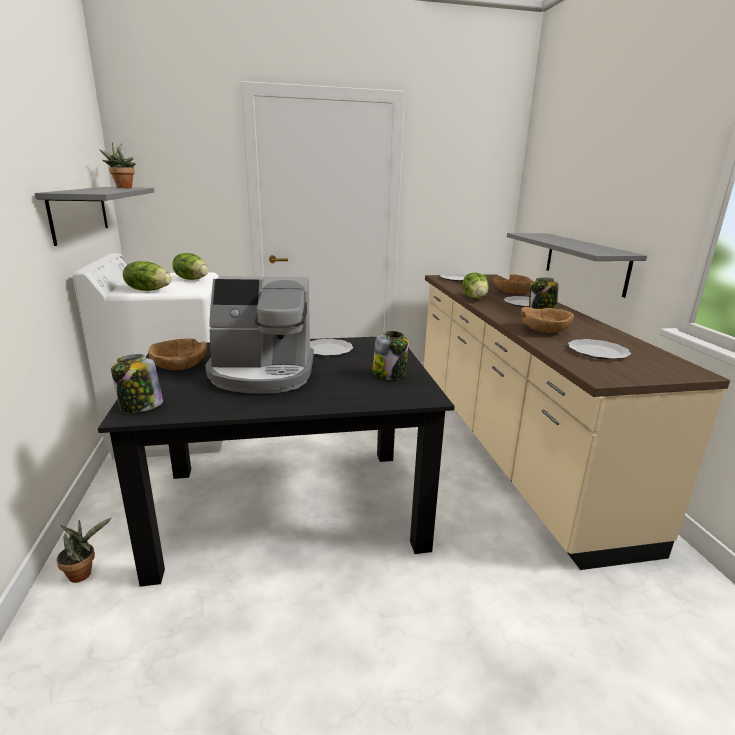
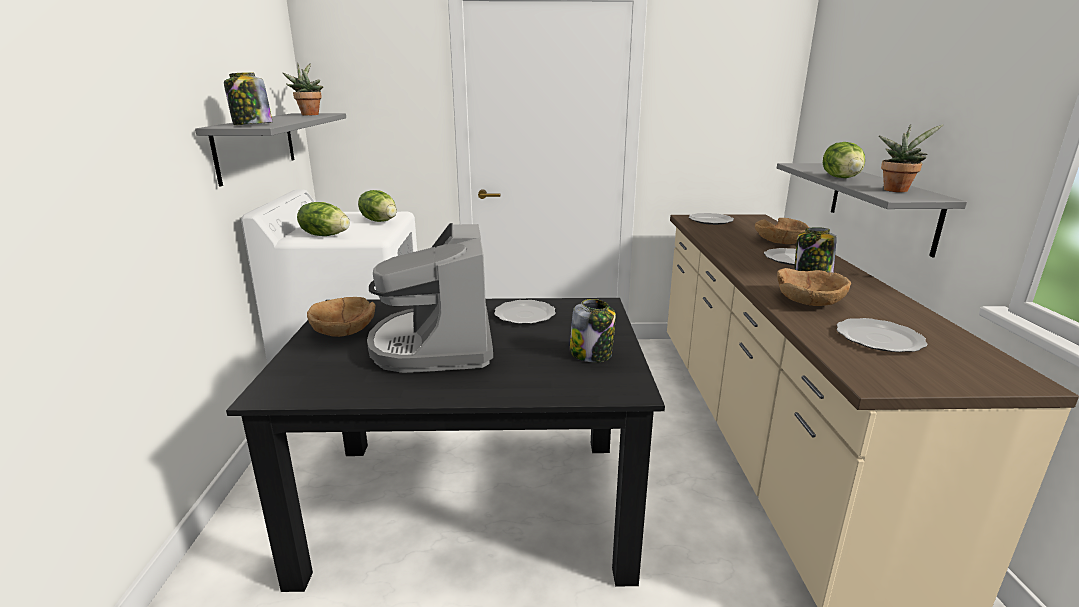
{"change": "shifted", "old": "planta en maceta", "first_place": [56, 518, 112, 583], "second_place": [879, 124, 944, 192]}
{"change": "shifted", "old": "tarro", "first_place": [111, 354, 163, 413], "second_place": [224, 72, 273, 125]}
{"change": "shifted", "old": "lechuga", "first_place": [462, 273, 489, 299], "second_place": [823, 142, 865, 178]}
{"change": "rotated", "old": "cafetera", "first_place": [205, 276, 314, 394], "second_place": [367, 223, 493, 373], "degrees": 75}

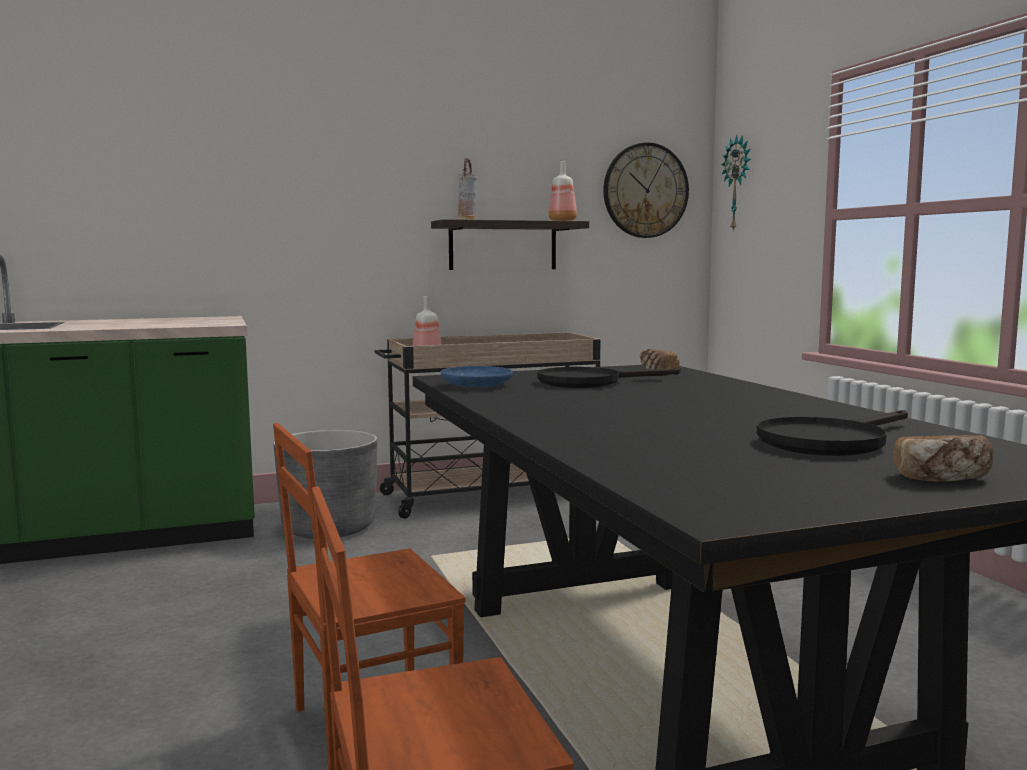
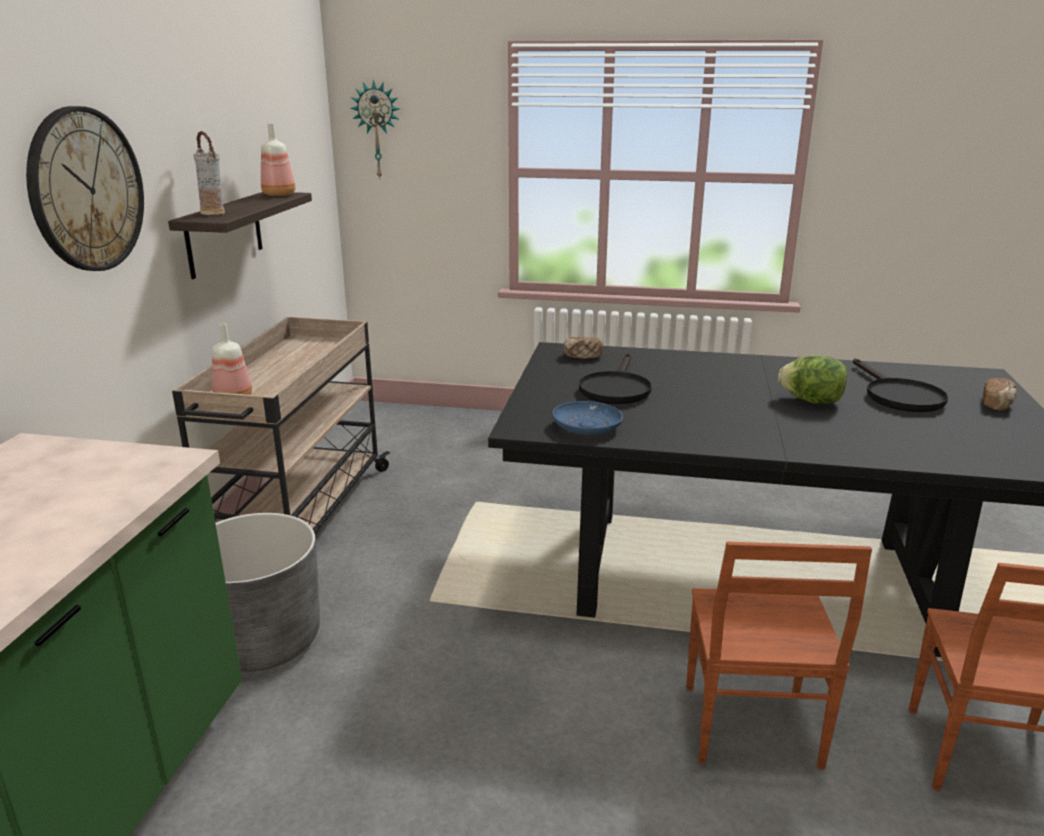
{"change": "new", "new": "lechuga", "second_place": [778, 355, 847, 404]}
{"change": "shifted", "old": "reloj de pared", "first_place": [604, 142, 689, 238], "second_place": [26, 106, 144, 271]}

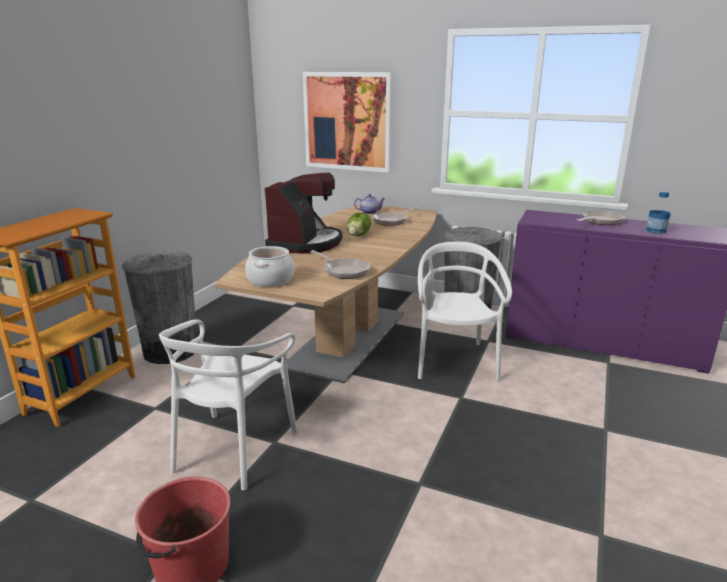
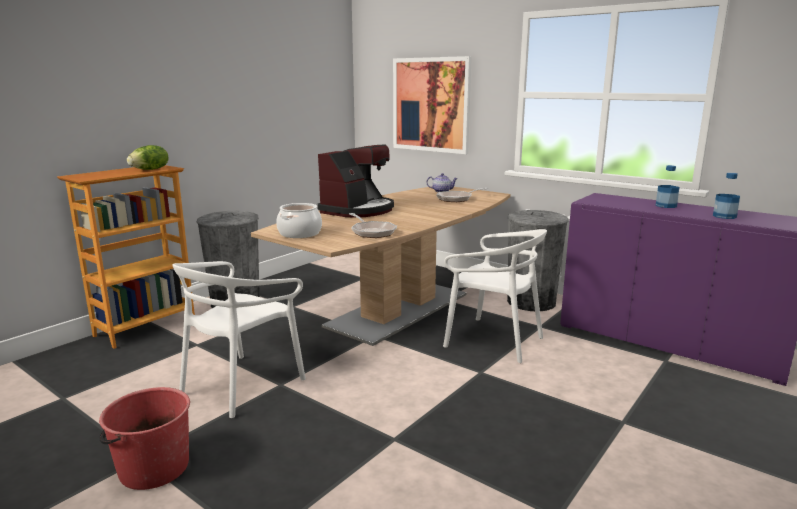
{"change": "shifted", "old": "lechuga", "first_place": [347, 213, 371, 236], "second_place": [127, 145, 168, 170]}
{"change": "swapped", "old": "sartén", "new": "botella", "first_place": [576, 210, 625, 225], "second_place": [656, 165, 679, 208]}
{"change": "rotated", "old": "silla (blanco)", "first_place": [418, 242, 512, 381], "second_place": [443, 229, 547, 363], "degrees": 105}

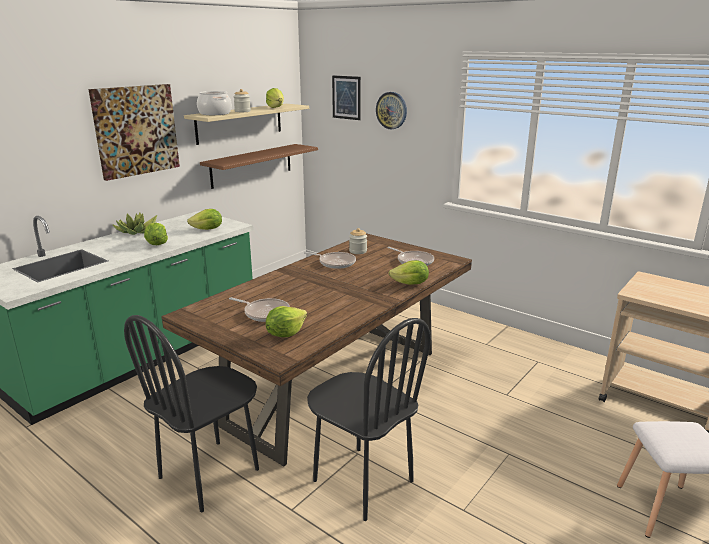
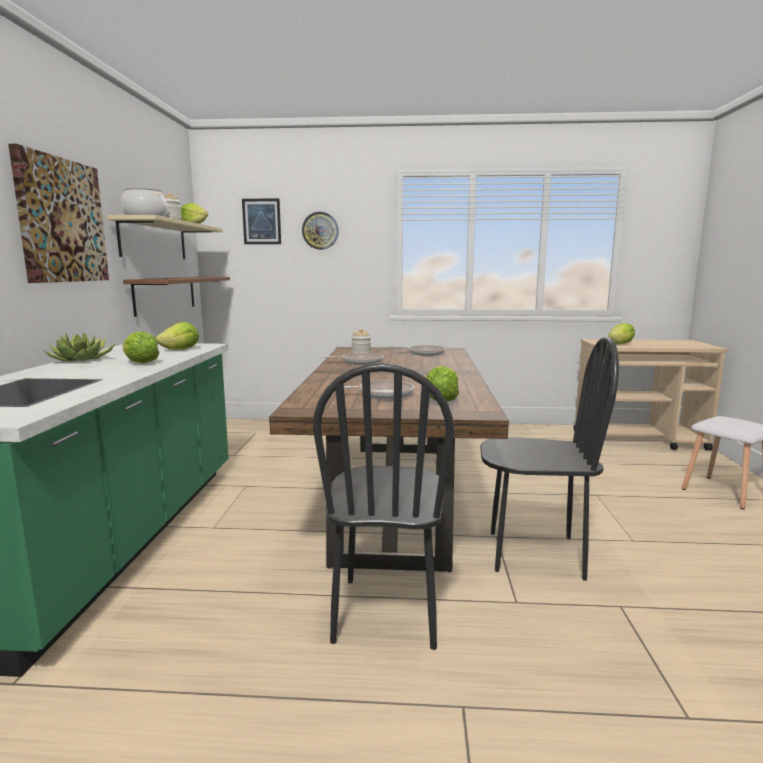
{"change": "shifted", "old": "lechuga", "first_place": [389, 260, 429, 285], "second_place": [608, 323, 635, 344]}

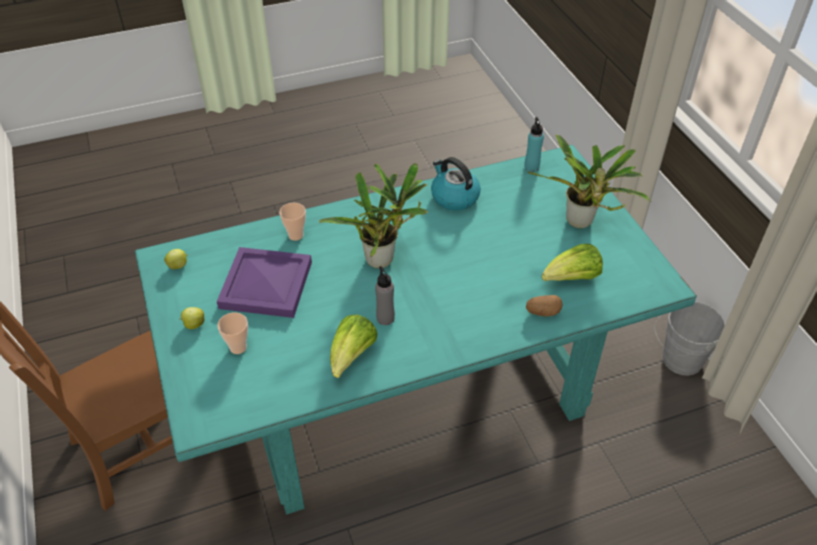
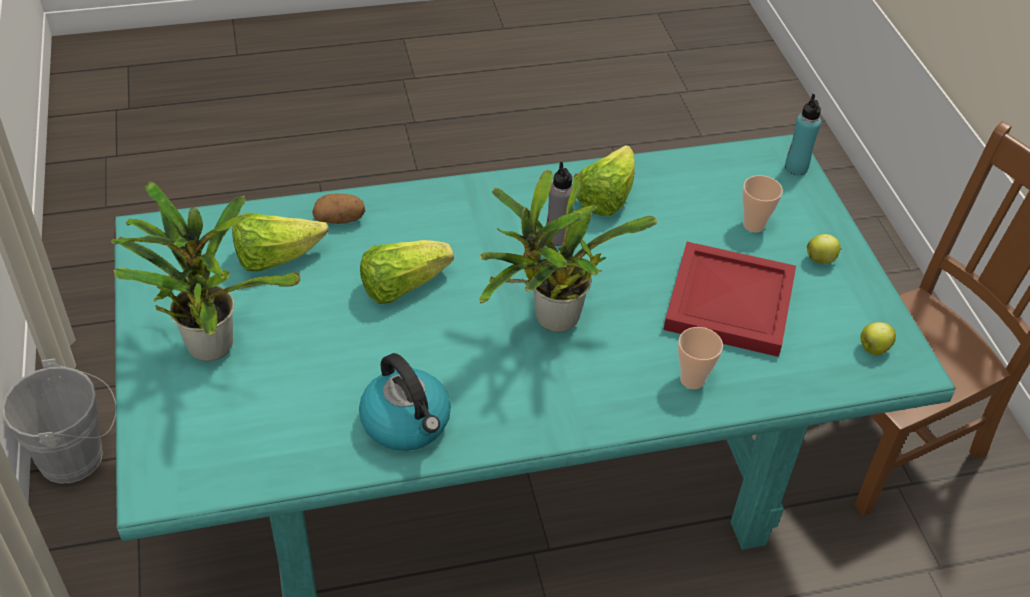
{"change": "new", "new": "lechuga", "second_place": [360, 240, 454, 304]}
{"change": "shifted", "old": "botella (turquesa)", "first_place": [524, 117, 544, 172], "second_place": [785, 94, 821, 175]}
{"change": "repainted", "old": "bandeja (morado)", "new": "bandeja (rojo)", "first_place": [217, 247, 312, 318], "second_place": [663, 242, 796, 357]}

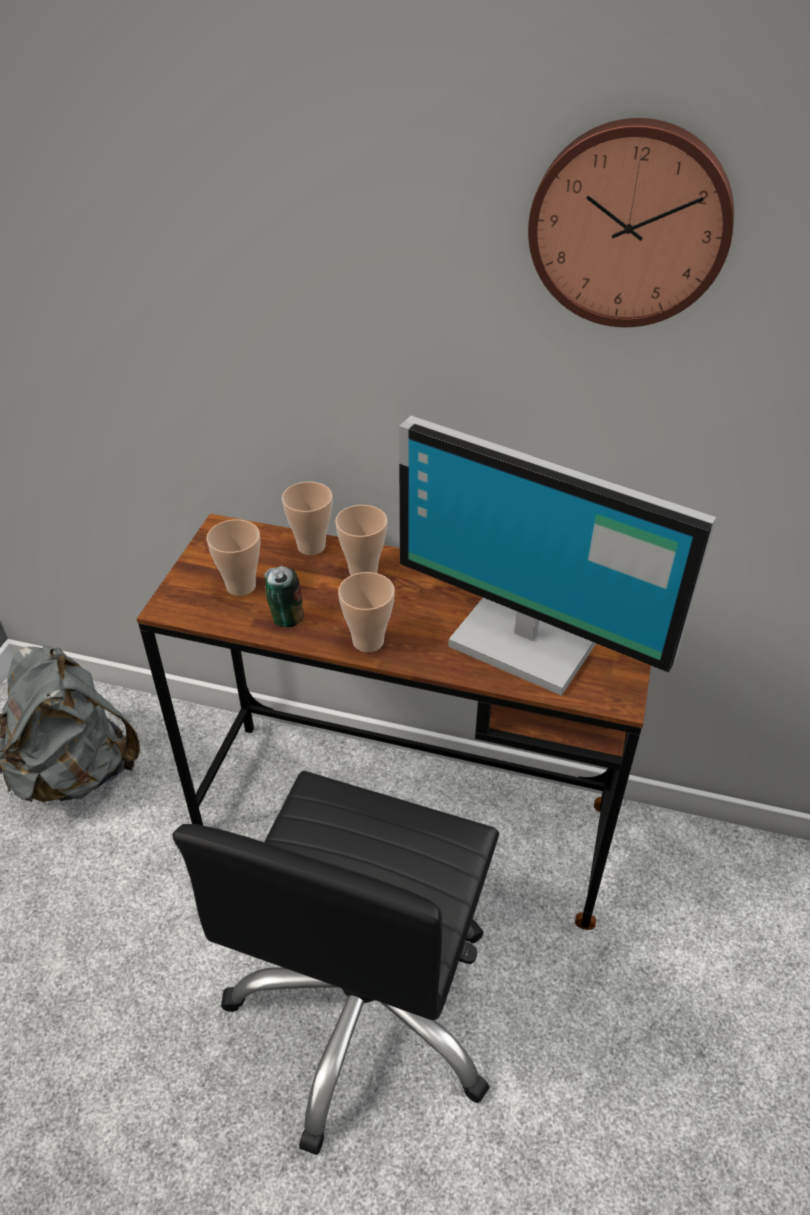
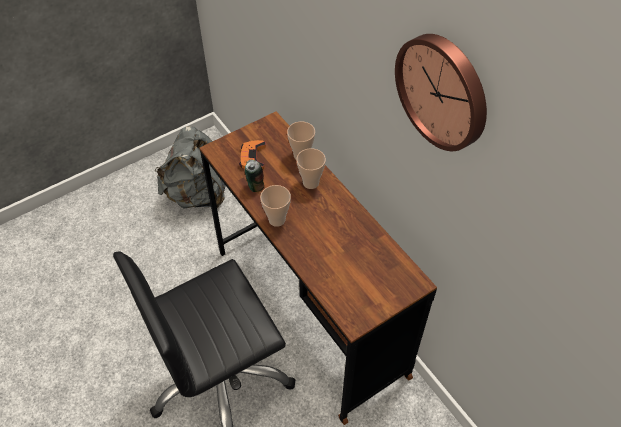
{"change": "gone", "old": "monitor", "first_place": [399, 416, 717, 696]}
{"change": "swapped", "old": "taza", "new": "mando de consola (naranja)", "first_place": [206, 519, 260, 596], "second_place": [239, 140, 266, 170]}

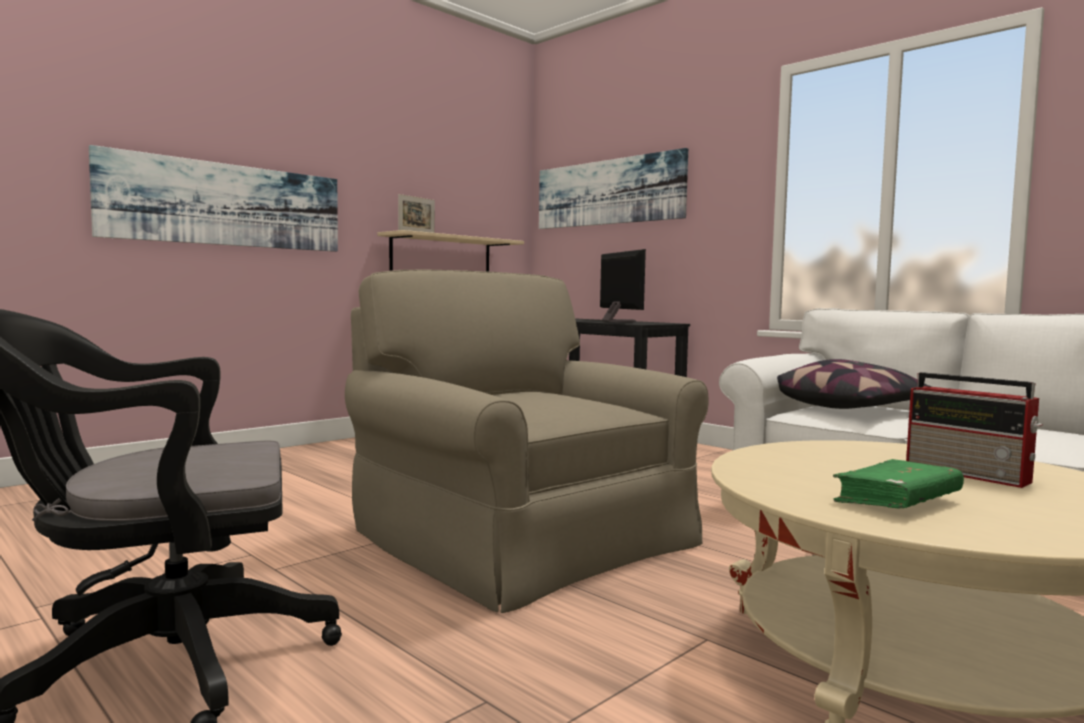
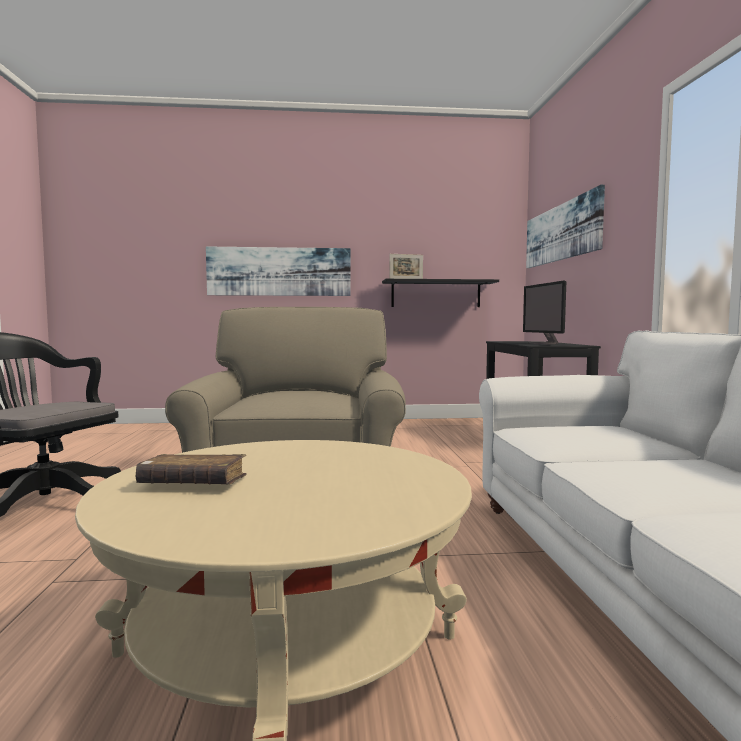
{"change": "gone", "old": "cojín", "first_place": [777, 359, 932, 409]}
{"change": "gone", "old": "radio", "first_place": [906, 372, 1043, 488]}
{"change": "repainted", "old": "estante (beis)", "new": "estante (negro)", "first_place": [377, 230, 524, 272], "second_place": [382, 279, 499, 307]}
{"change": "repainted", "old": "libro (verde)", "new": "libro (marrón)", "first_place": [833, 459, 964, 508], "second_place": [136, 454, 247, 484]}
{"change": "rotated", "old": "monitor", "first_place": [600, 249, 646, 322], "second_place": [523, 280, 566, 344], "degrees": 150}

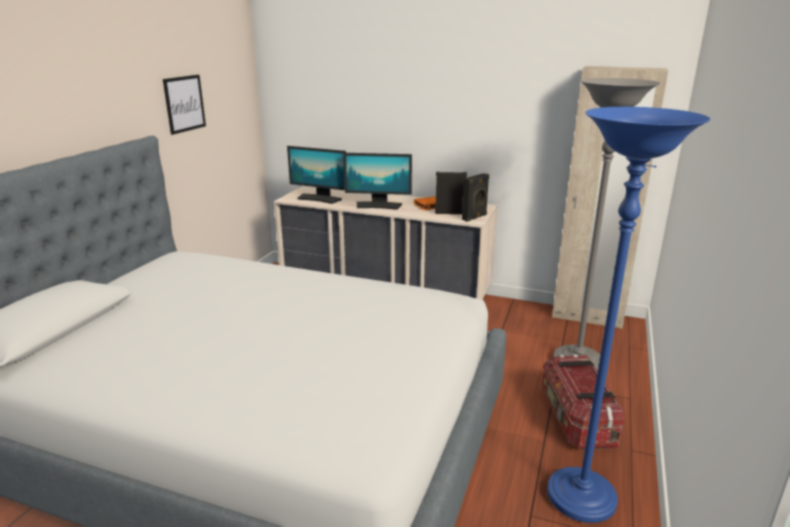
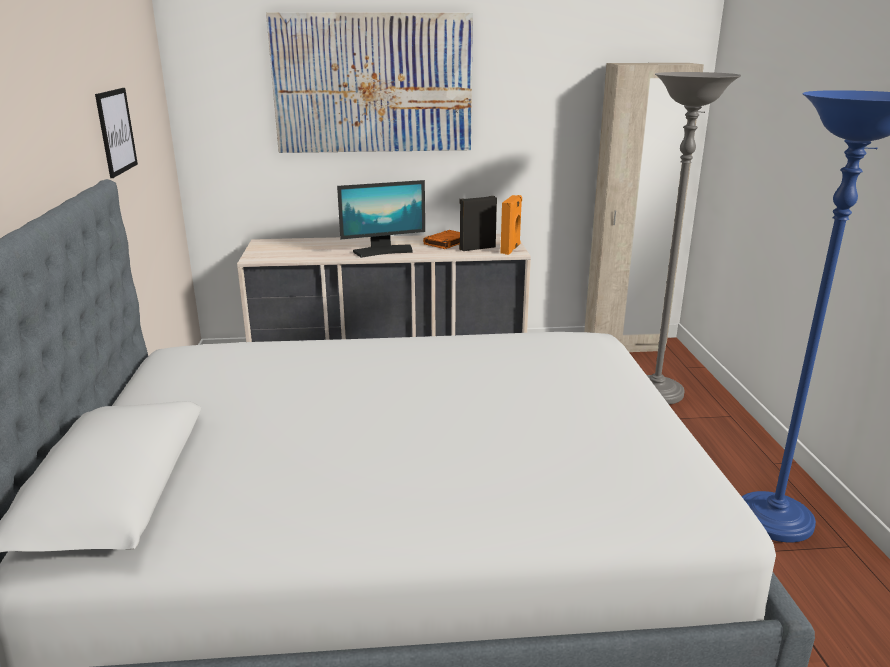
{"change": "gone", "old": "monitor", "first_place": [287, 146, 346, 204]}
{"change": "gone", "old": "caja de almacenaje", "first_place": [542, 354, 624, 450]}
{"change": "new", "new": "cuadro", "second_place": [266, 12, 473, 153]}
{"change": "repainted", "old": "altavoz (negro)", "new": "altavoz (naranja)", "first_place": [462, 173, 489, 222], "second_place": [500, 195, 522, 255]}

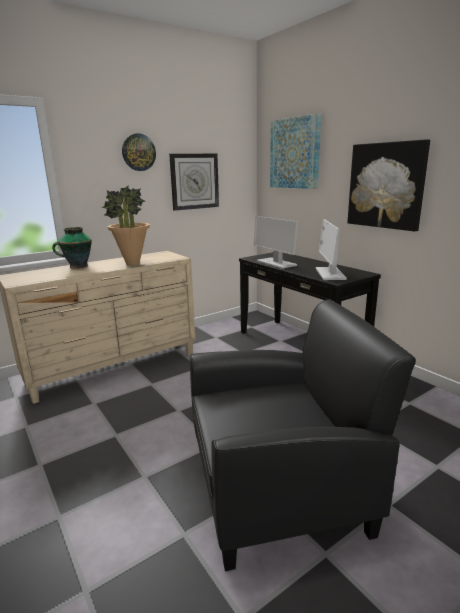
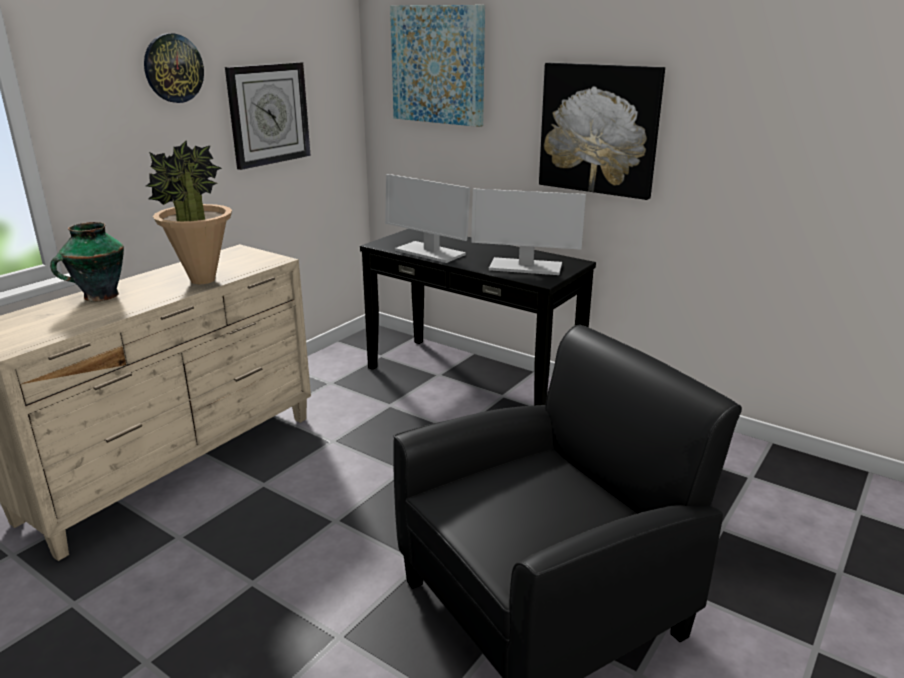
{"change": "rotated", "old": "monitor", "first_place": [316, 219, 347, 280], "second_place": [471, 189, 586, 275], "degrees": -60}

